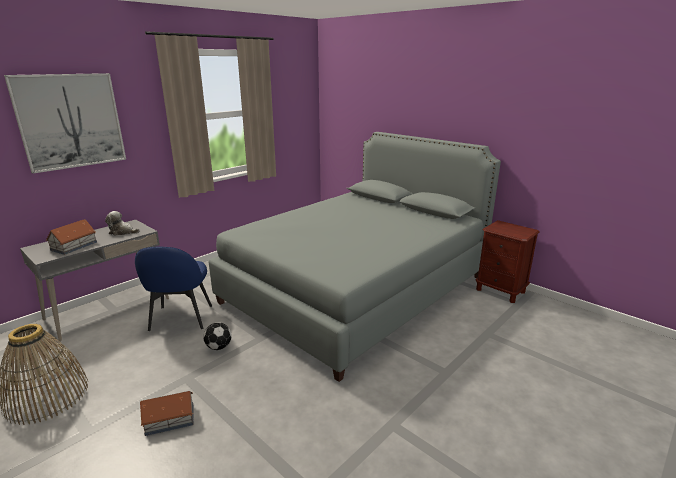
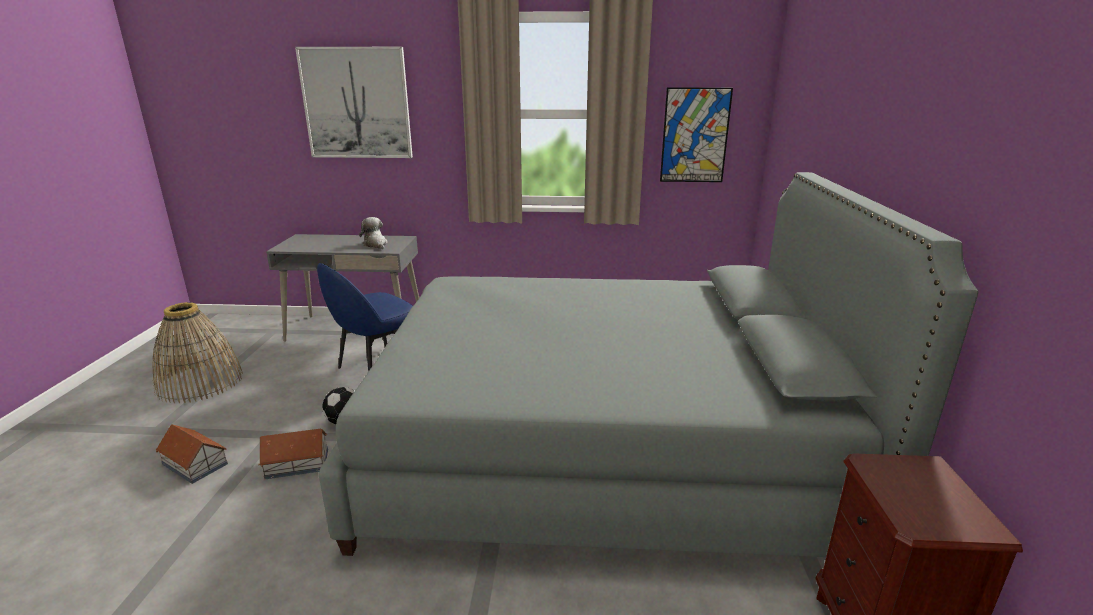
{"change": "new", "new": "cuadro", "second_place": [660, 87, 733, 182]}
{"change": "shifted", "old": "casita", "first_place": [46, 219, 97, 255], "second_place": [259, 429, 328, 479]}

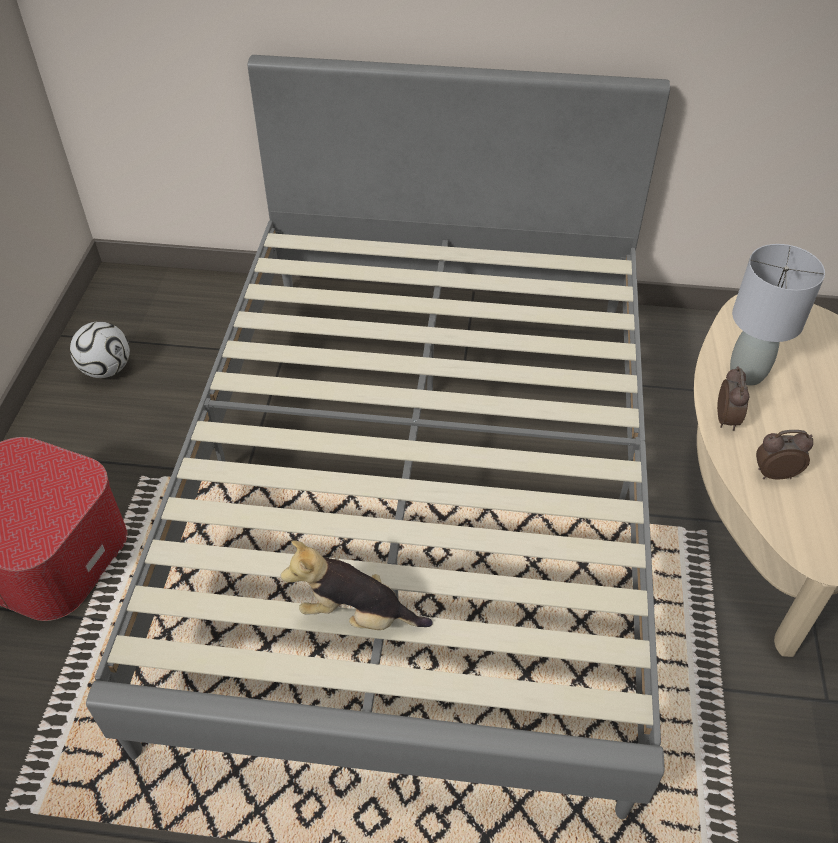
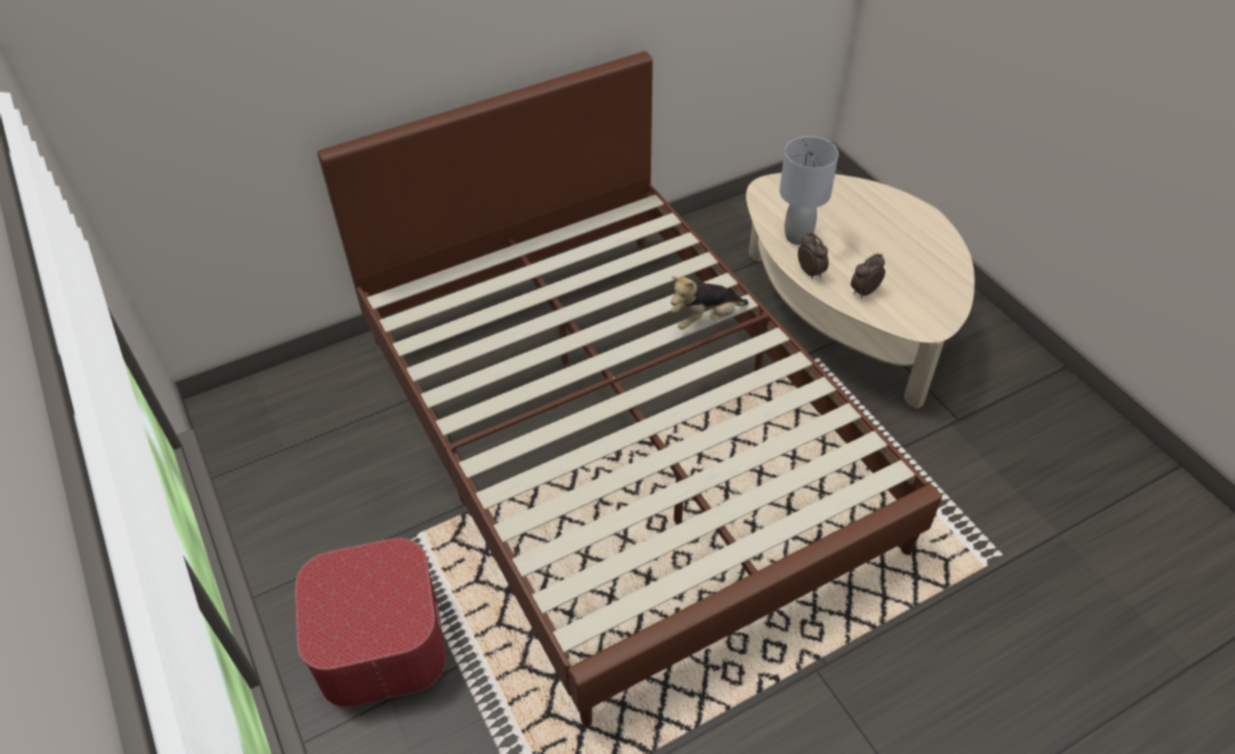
{"change": "gone", "old": "balón de fútbol", "first_place": [70, 321, 130, 378]}
{"change": "shifted", "old": "peluche", "first_place": [281, 541, 433, 630], "second_place": [671, 276, 748, 329]}
{"change": "repainted", "old": "cama (gris)", "new": "cama (marrón)", "first_place": [86, 55, 670, 819], "second_place": [317, 51, 942, 726]}

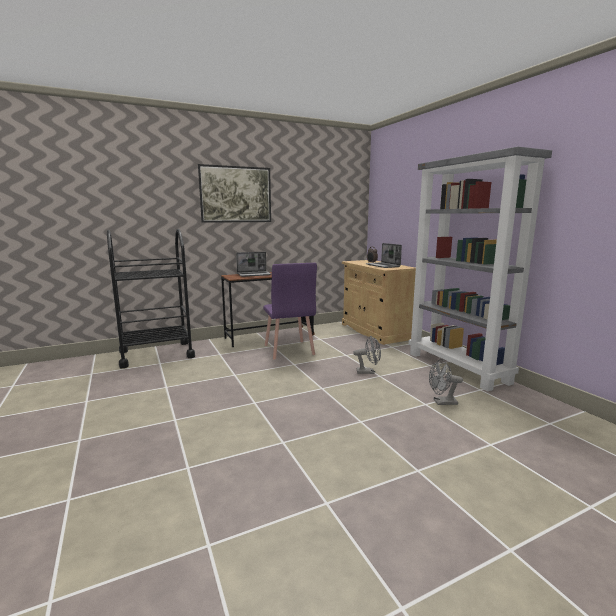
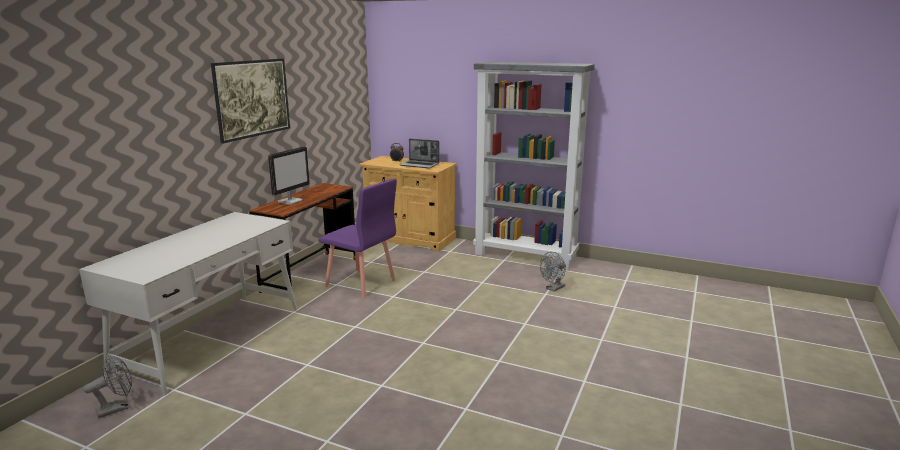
{"change": "shifted", "old": "ventilador (gris)", "first_place": [353, 336, 381, 374], "second_place": [83, 355, 132, 418]}
{"change": "swapped", "old": "carrito (negro)", "new": "escritorio (blanco)", "first_place": [107, 229, 195, 368], "second_place": [79, 212, 297, 396]}
{"change": "swapped", "old": "portátil", "new": "monitor", "first_place": [236, 252, 271, 277], "second_place": [268, 146, 310, 205]}

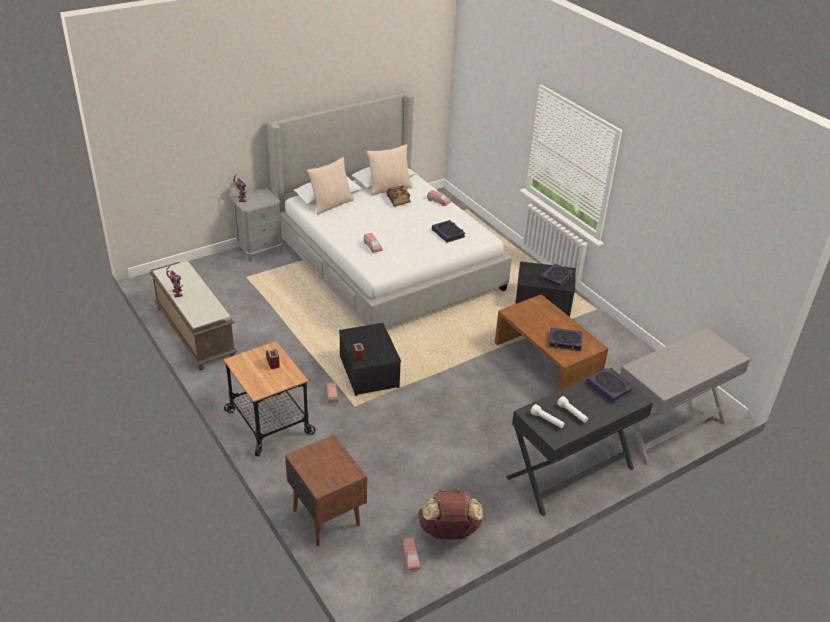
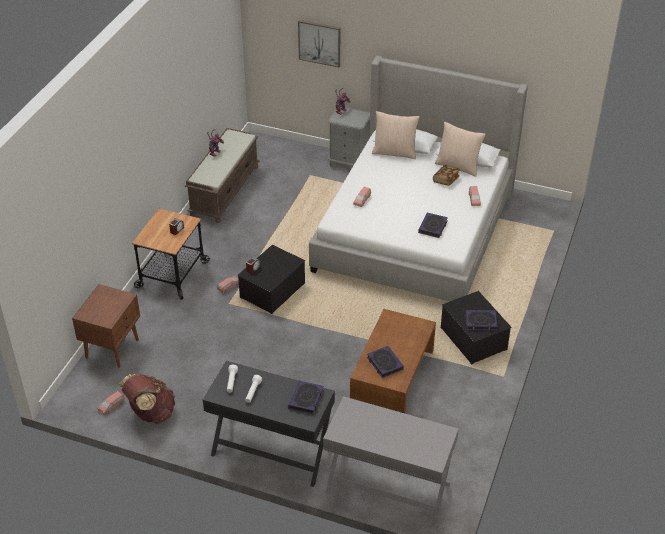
{"change": "new", "new": "cuadro", "second_place": [298, 20, 340, 67]}

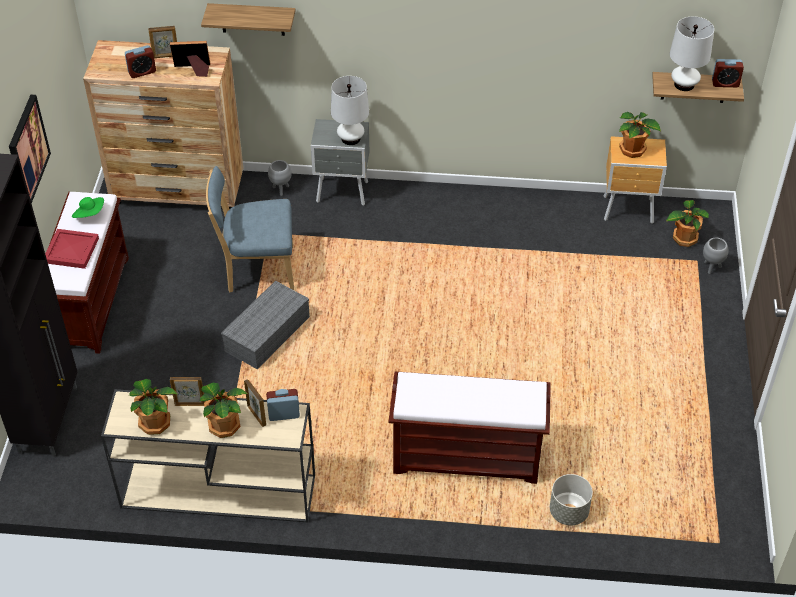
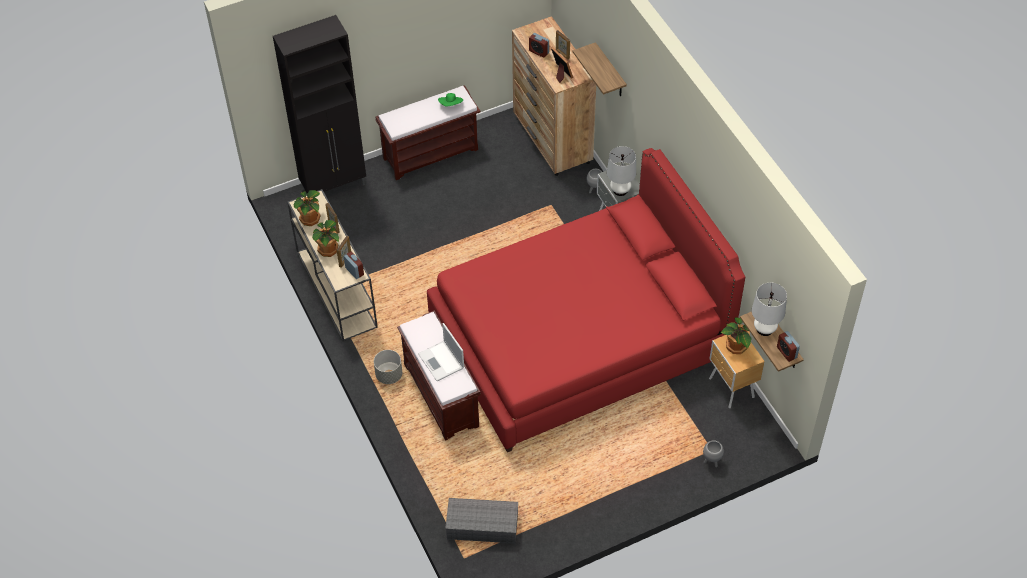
{"change": "gone", "old": "cuadro", "first_place": [9, 95, 51, 204]}
{"change": "gone", "old": "bandeja (rojo)", "first_place": [45, 229, 99, 269]}
{"change": "gone", "old": "silla (azul)", "first_place": [206, 166, 294, 292]}
{"change": "gone", "old": "planta en maceta", "first_place": [666, 200, 709, 247]}
{"change": "new", "new": "portátil", "second_place": [418, 323, 464, 381]}
{"change": "new", "new": "cama (rojo)", "second_place": [427, 148, 745, 452]}
{"change": "shifted", "old": "caja de almacenaje (gris)", "first_place": [221, 281, 310, 369], "second_place": [445, 498, 518, 544]}
{"change": "shifted", "old": "maceta (gris)", "first_place": [550, 474, 593, 525], "second_place": [374, 350, 402, 384]}

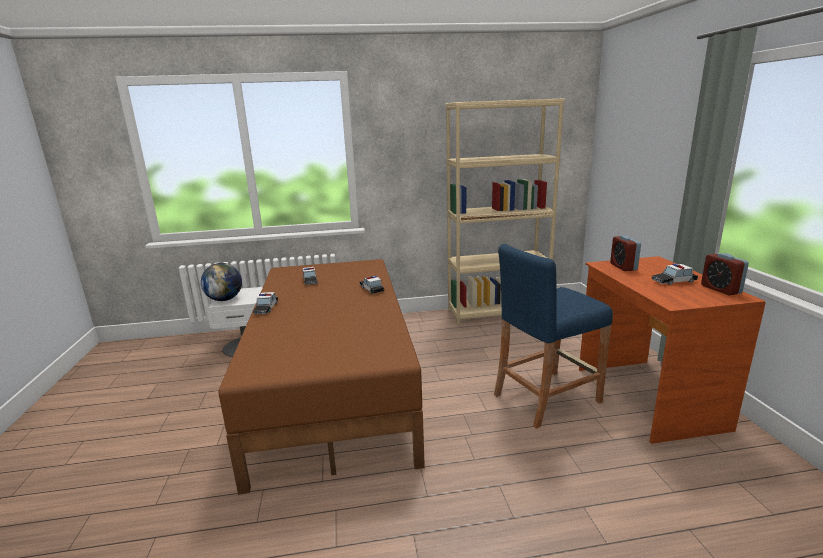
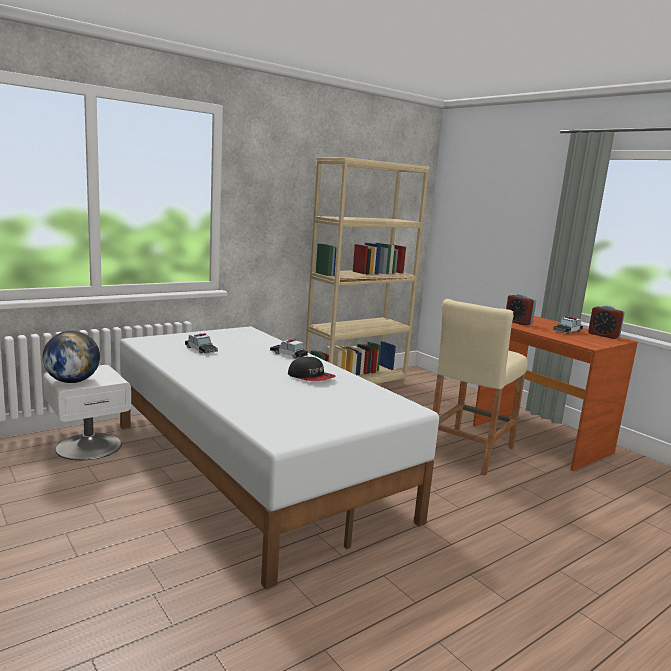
{"change": "gone", "old": "coche de juguete", "first_place": [253, 292, 278, 315]}
{"change": "new", "new": "gorra", "second_place": [288, 356, 336, 381]}
{"change": "repainted", "old": "cama (marrón)", "new": "cama (blanco)", "first_place": [218, 259, 425, 495], "second_place": [120, 326, 439, 589]}
{"change": "repainted", "old": "taburete (azul)", "new": "taburete (beis)", "first_place": [494, 244, 613, 429], "second_place": [433, 299, 527, 475]}

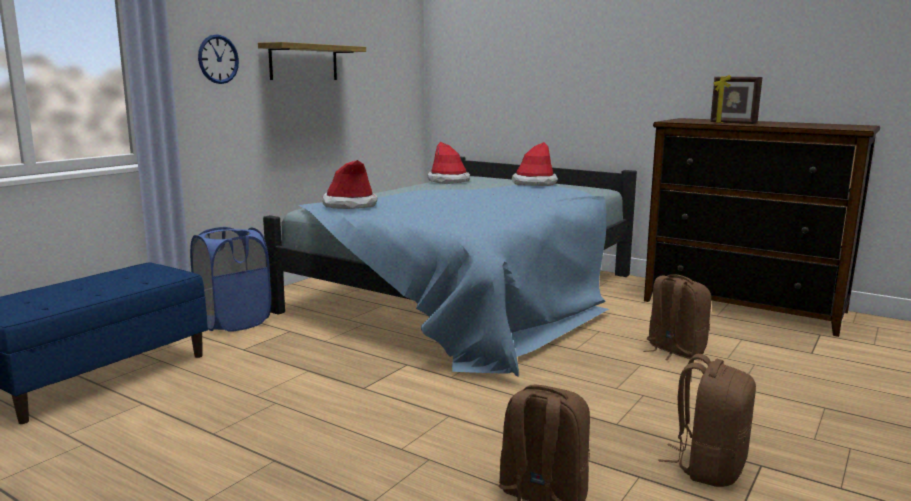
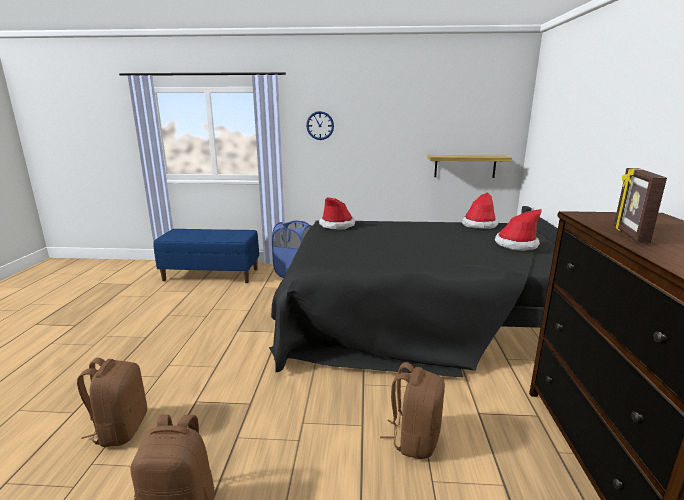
{"change": "shifted", "old": "estante", "first_place": [258, 42, 366, 80], "second_place": [427, 155, 512, 178]}
{"change": "repainted", "old": "cama (azul)", "new": "cama (negro)", "first_place": [263, 156, 637, 377], "second_place": [269, 206, 558, 377]}

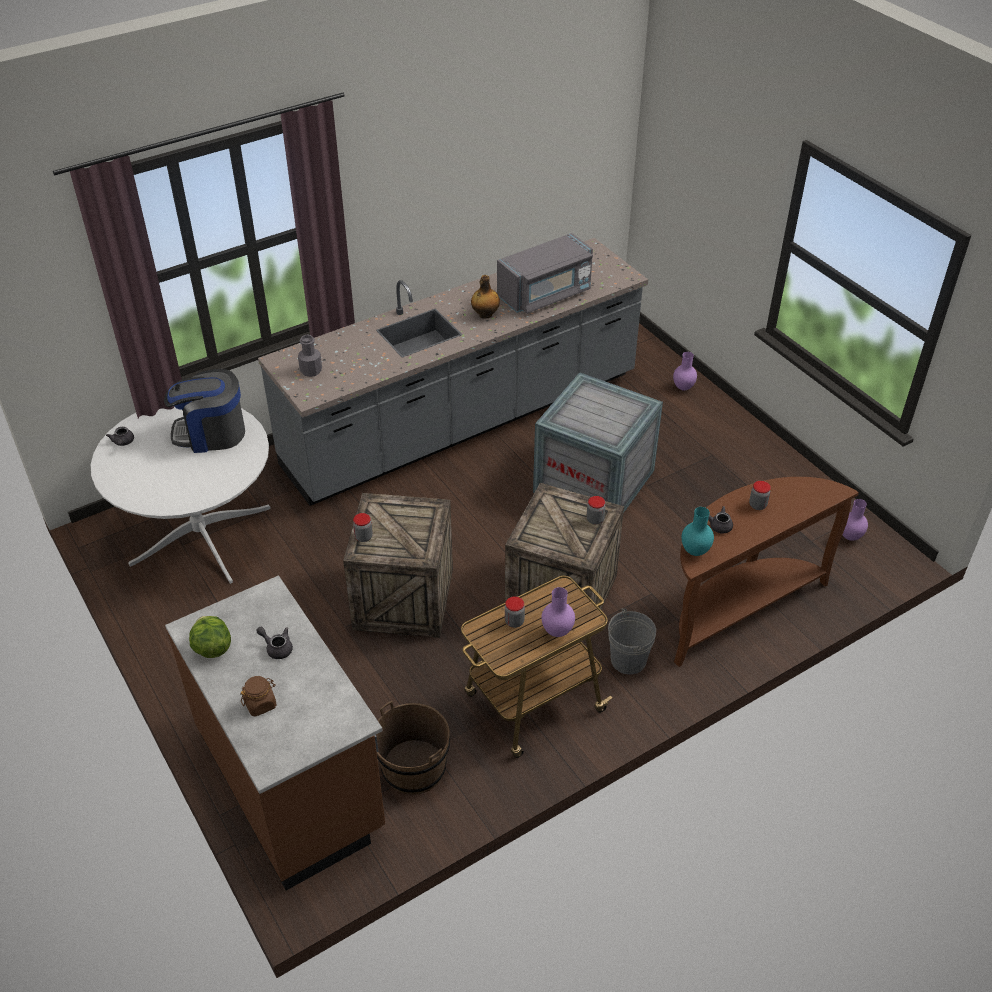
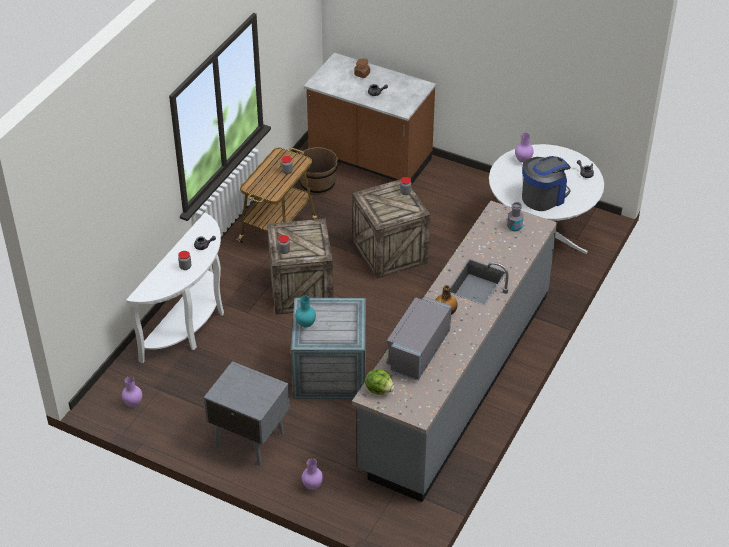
{"change": "gone", "old": "cubo (gris)", "first_place": [608, 609, 656, 675]}
{"change": "new", "new": "mesita de noche (gris)", "second_place": [204, 361, 290, 466]}
{"change": "shifted", "old": "lechuga", "first_place": [189, 616, 231, 658], "second_place": [365, 369, 394, 395]}
{"change": "shifted", "old": "florero (morado)", "first_place": [542, 587, 575, 637], "second_place": [515, 132, 534, 163]}
{"change": "shifted", "old": "florero (turquesa)", "first_place": [682, 507, 714, 556], "second_place": [295, 296, 316, 327]}
{"change": "repainted", "old": "mesa consola (marrón)", "new": "mesa consola (blanco)", "first_place": [674, 477, 859, 667], "second_place": [126, 213, 224, 363]}

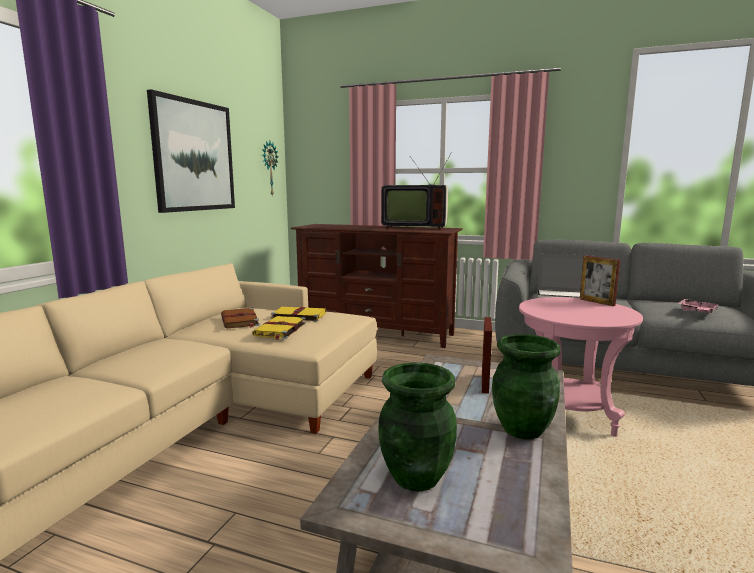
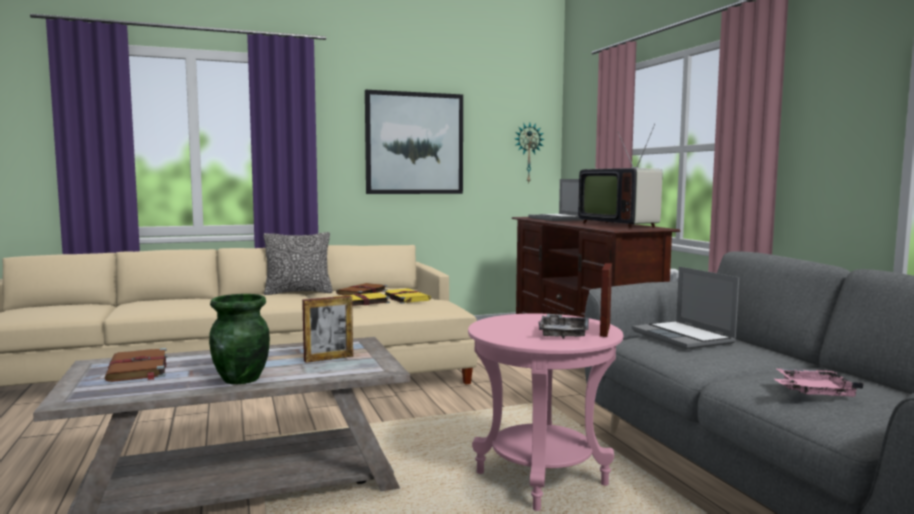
{"change": "new", "new": "cojín", "second_place": [263, 232, 333, 295]}
{"change": "new", "new": "portátil", "second_place": [528, 179, 584, 221]}
{"change": "new", "new": "bandeja (gris)", "second_place": [538, 314, 589, 339]}
{"change": "swapped", "old": "florero (verde)", "new": "libro (marrón)", "first_place": [378, 362, 457, 492], "second_place": [104, 348, 167, 382]}

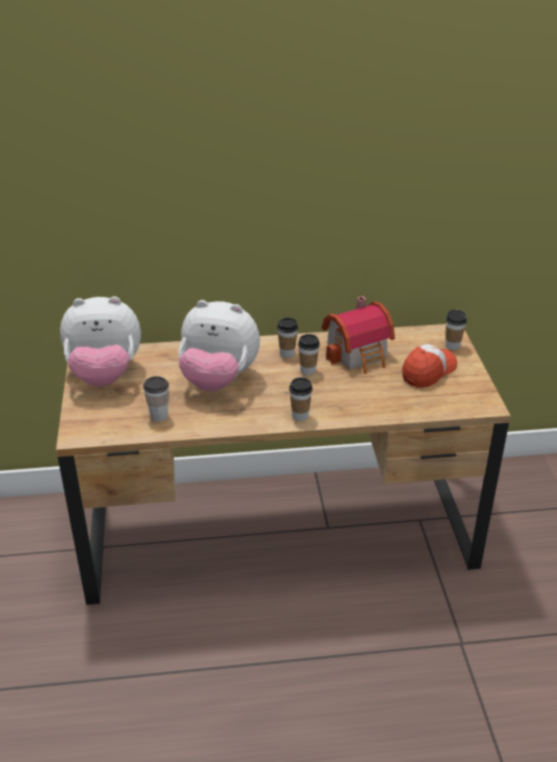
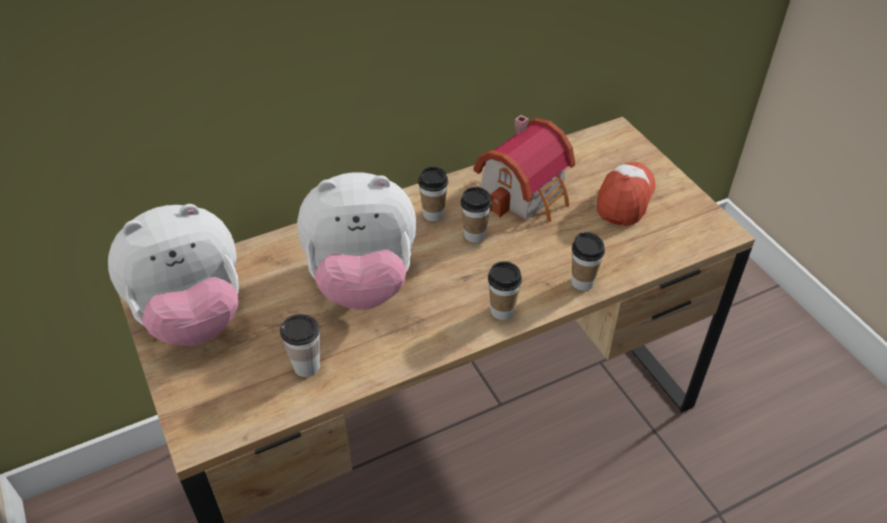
{"change": "shifted", "old": "taza", "first_place": [445, 309, 467, 350], "second_place": [571, 232, 605, 291]}

